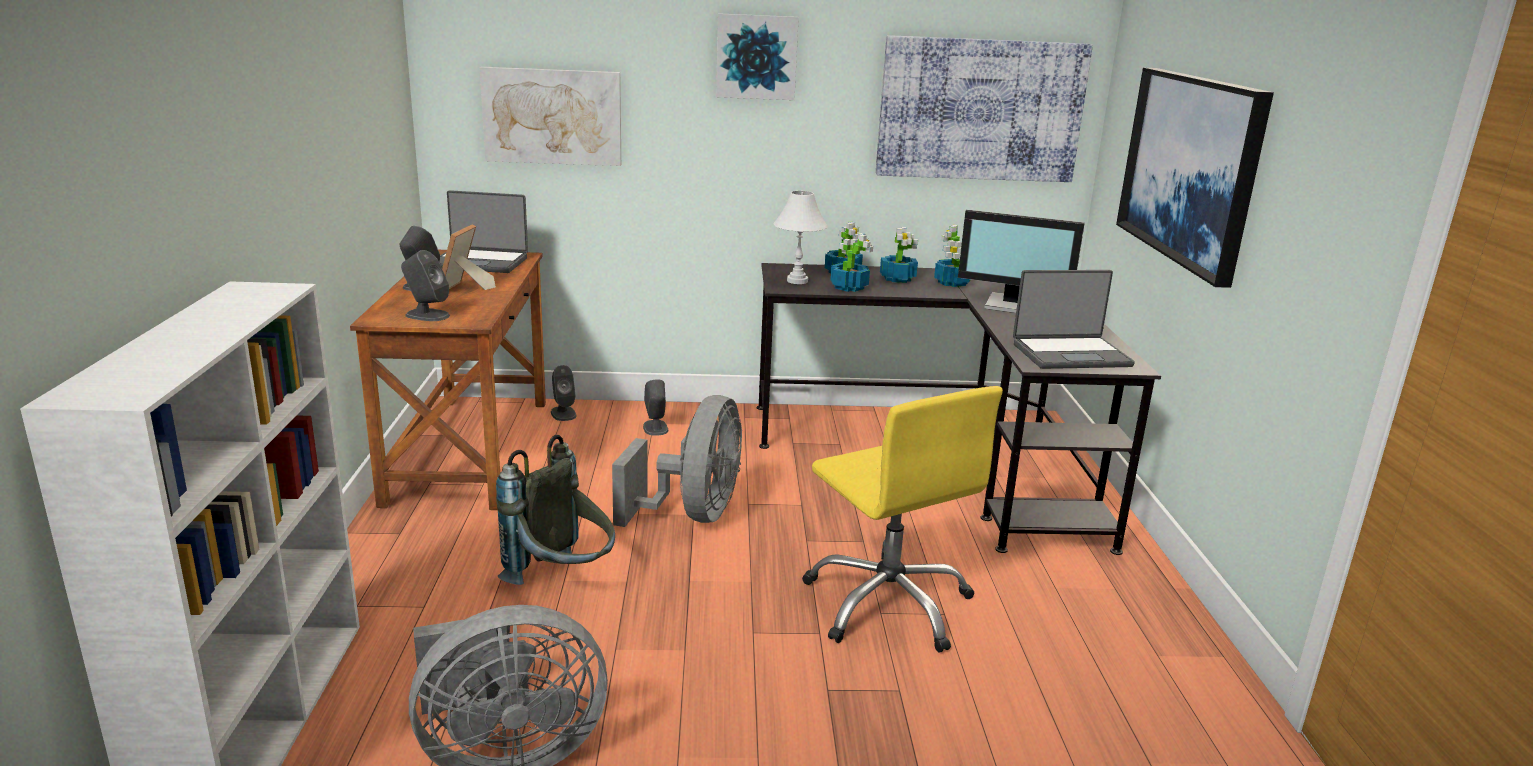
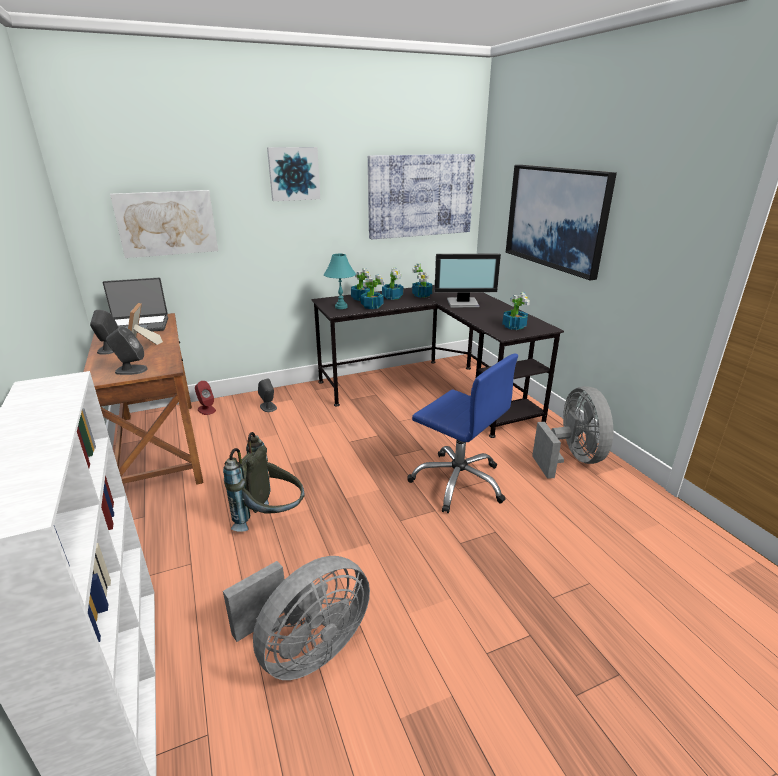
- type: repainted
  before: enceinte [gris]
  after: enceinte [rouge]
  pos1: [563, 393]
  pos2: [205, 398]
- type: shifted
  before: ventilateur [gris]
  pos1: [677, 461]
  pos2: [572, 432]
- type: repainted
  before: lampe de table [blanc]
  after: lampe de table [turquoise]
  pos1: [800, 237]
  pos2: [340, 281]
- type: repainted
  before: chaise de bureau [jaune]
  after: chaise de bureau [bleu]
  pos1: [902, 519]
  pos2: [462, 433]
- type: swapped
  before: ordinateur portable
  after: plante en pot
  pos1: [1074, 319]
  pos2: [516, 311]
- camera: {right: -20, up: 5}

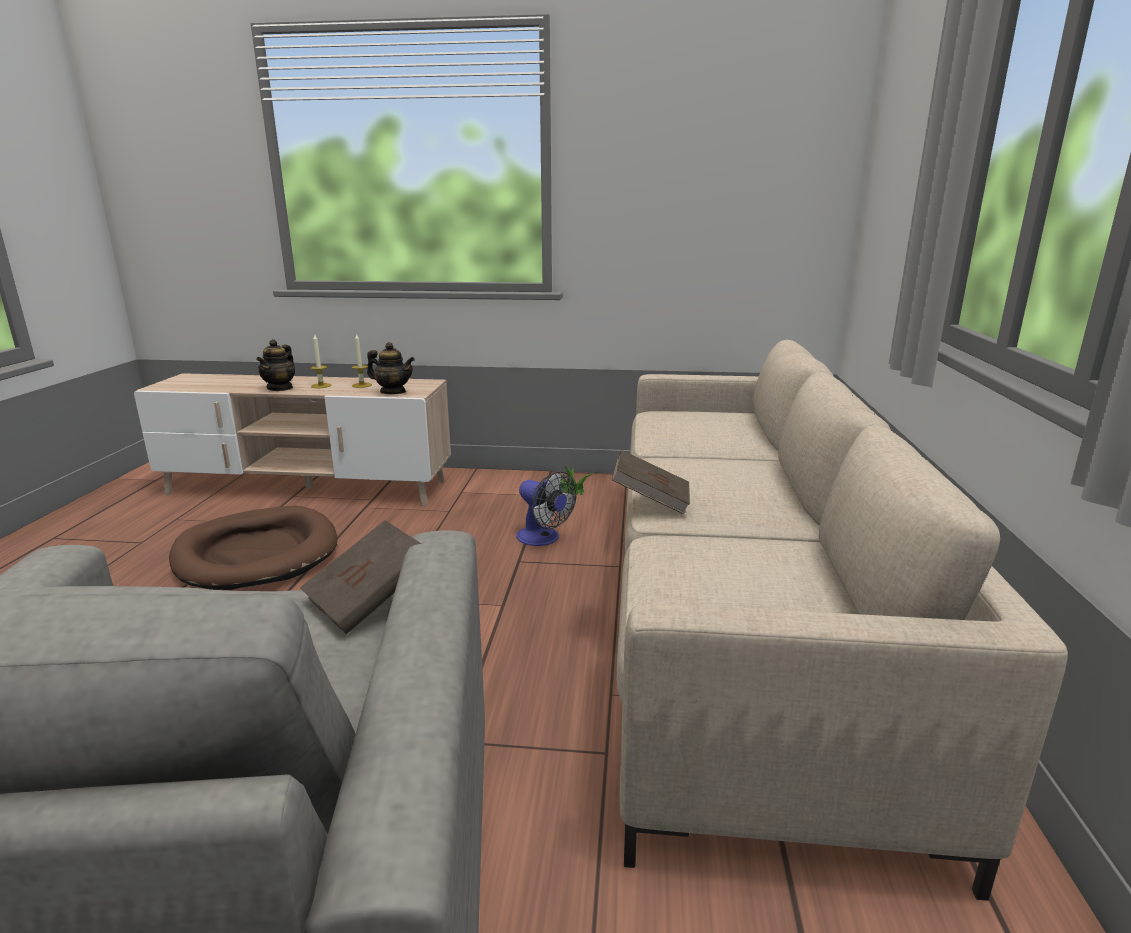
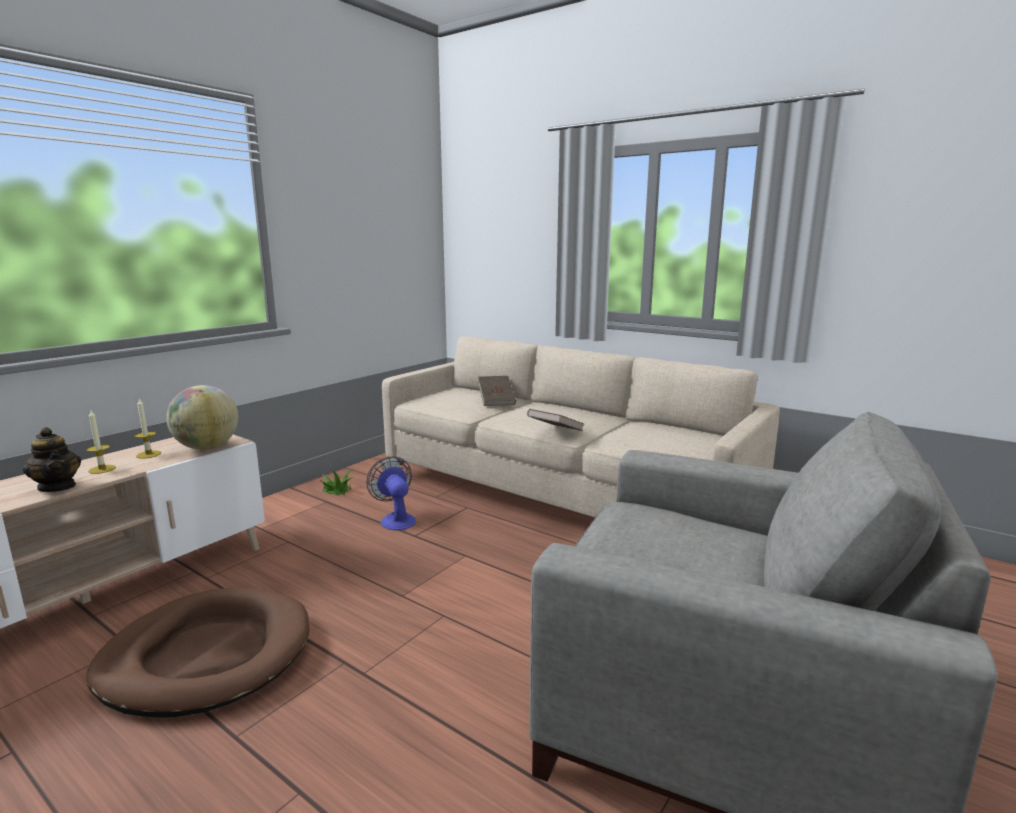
- type: shifted
  before: livre [marron]
  pos1: [360, 577]
  pos2: [497, 391]
- type: swapped
  before: théière
  after: globe
  pos1: [391, 368]
  pos2: [202, 417]
- type: rotated
  before: ventilateur
  pos1: [546, 508]
  pos2: [391, 493]
  turn: -105
- camera: {right: -60, up: -5}

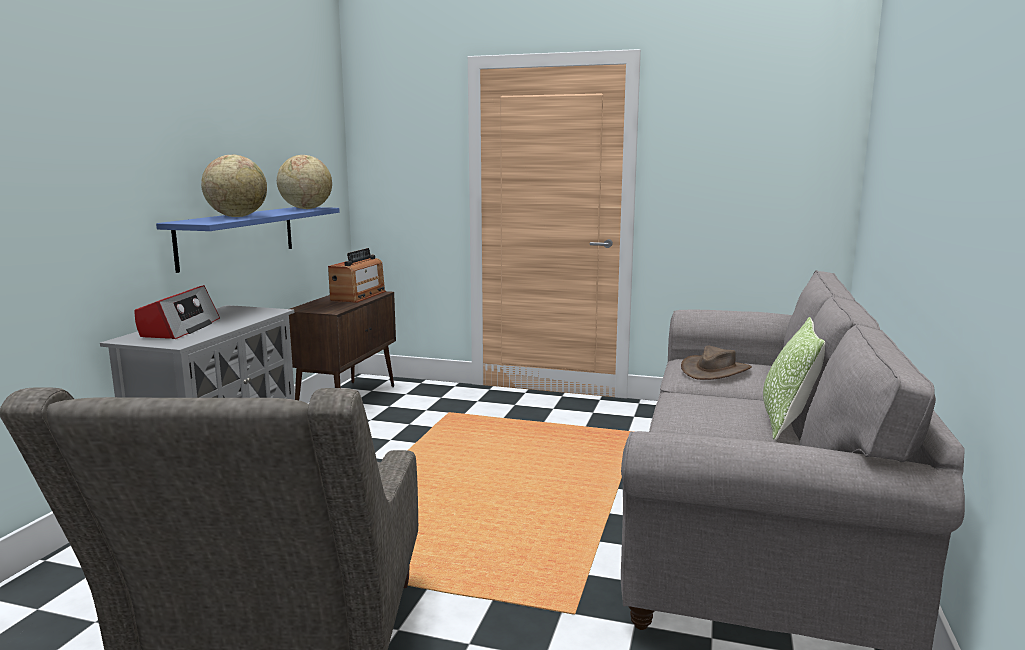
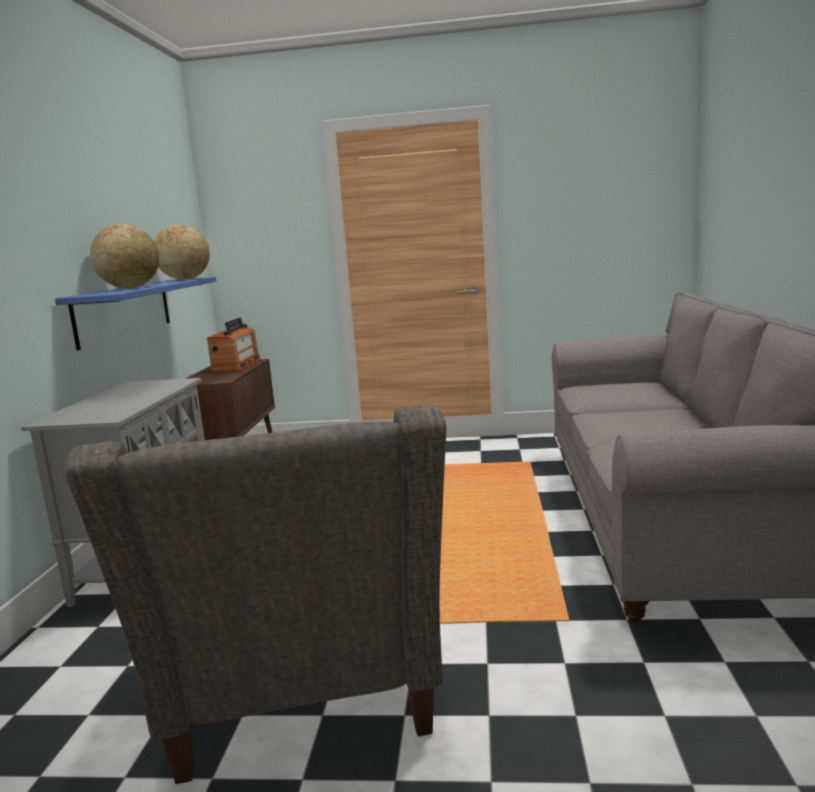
- type: gone
  before: radio
  pos1: [177, 312]
- type: gone
  before: chapeau [marron]
  pos1: [716, 363]
- type: gone
  before: coussin
  pos1: [794, 379]
- camera: {right: -10, up: 0}

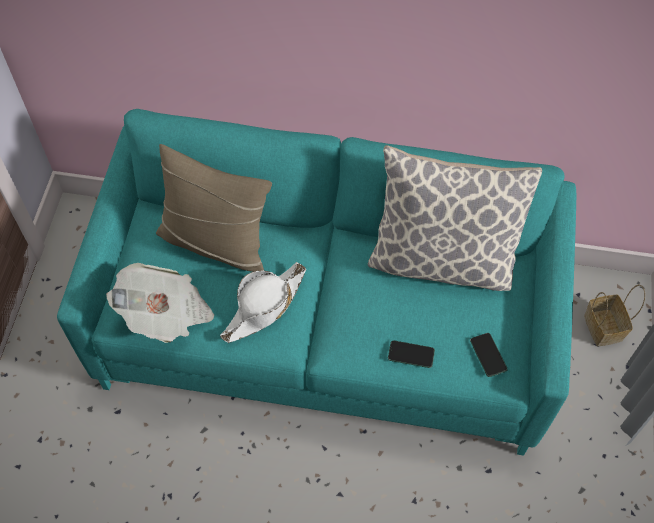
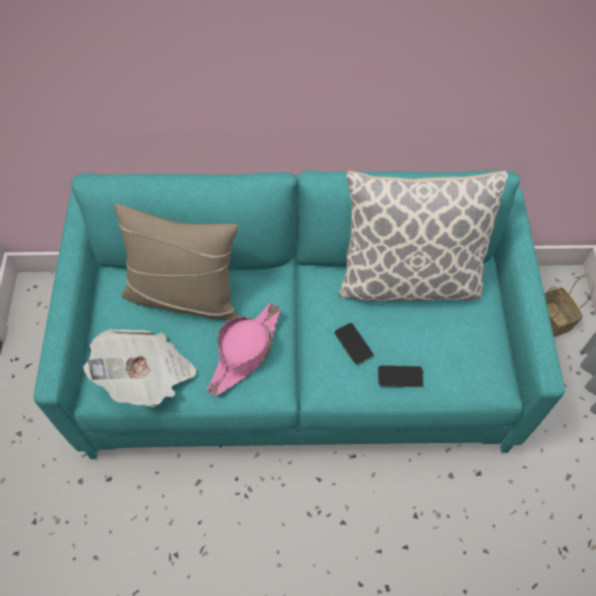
- type: repainted
  before: chapeau [blanc]
  after: chapeau [rose]
  pos1: [263, 302]
  pos2: [244, 349]
- type: shifted
  before: téléphone
  pos1: [489, 355]
  pos2: [354, 344]
- camera: {right: -10, up: 0}

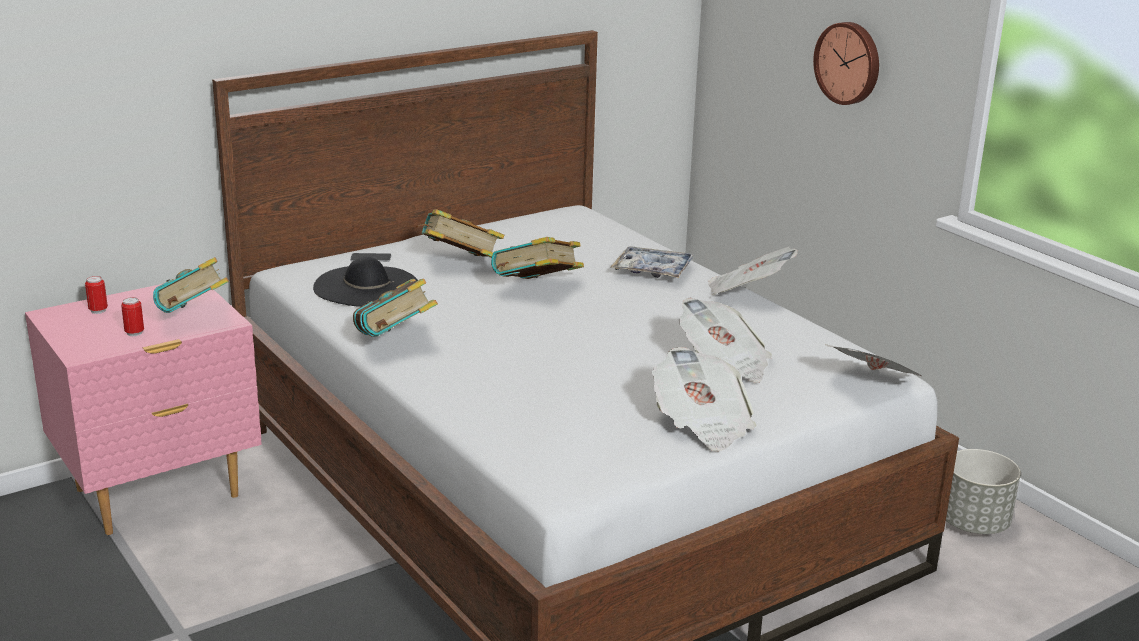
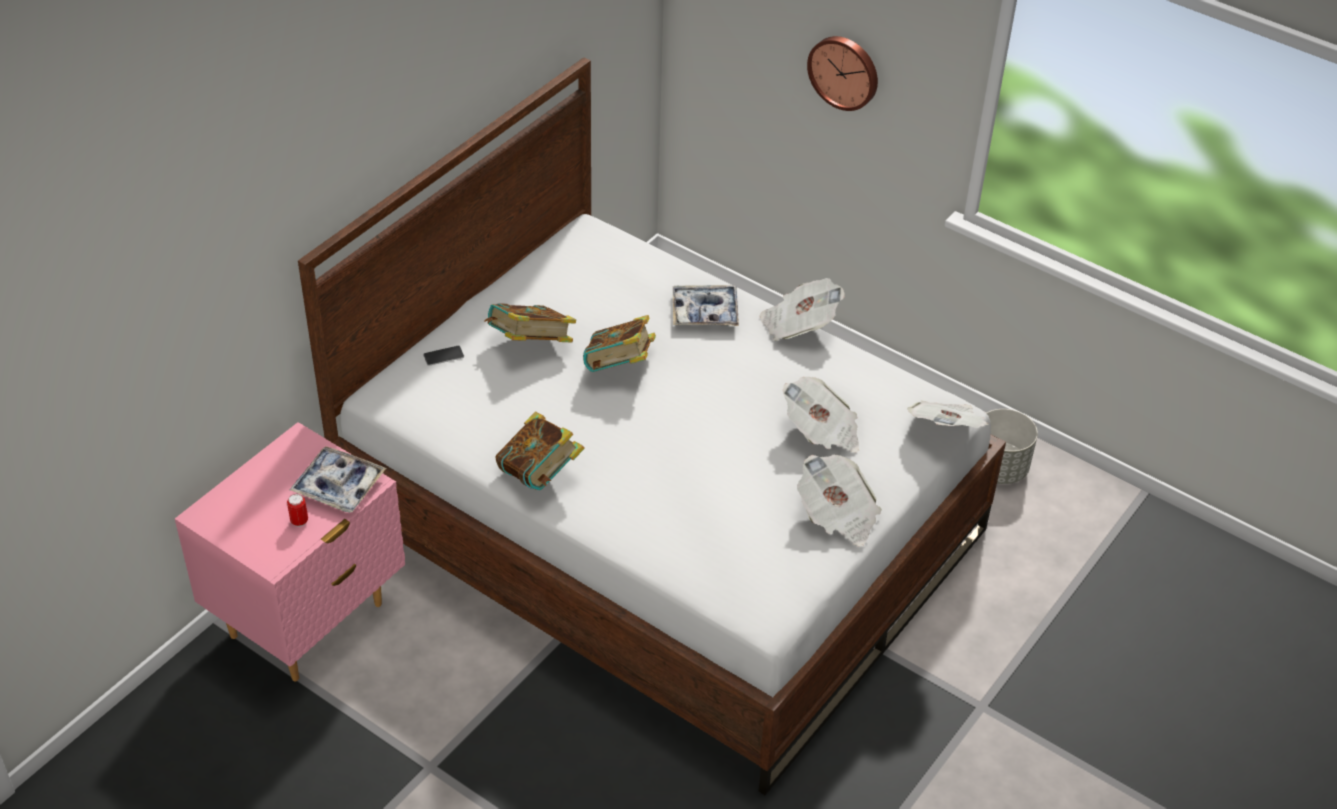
- type: gone
  before: boîte métallique
  pos1: [96, 295]
- type: swapped
  before: livre
  after: plateau
  pos1: [191, 285]
  pos2: [338, 479]
- type: gone
  before: chapeau [noir]
  pos1: [365, 282]
- camera: {right: -20, up: 20}

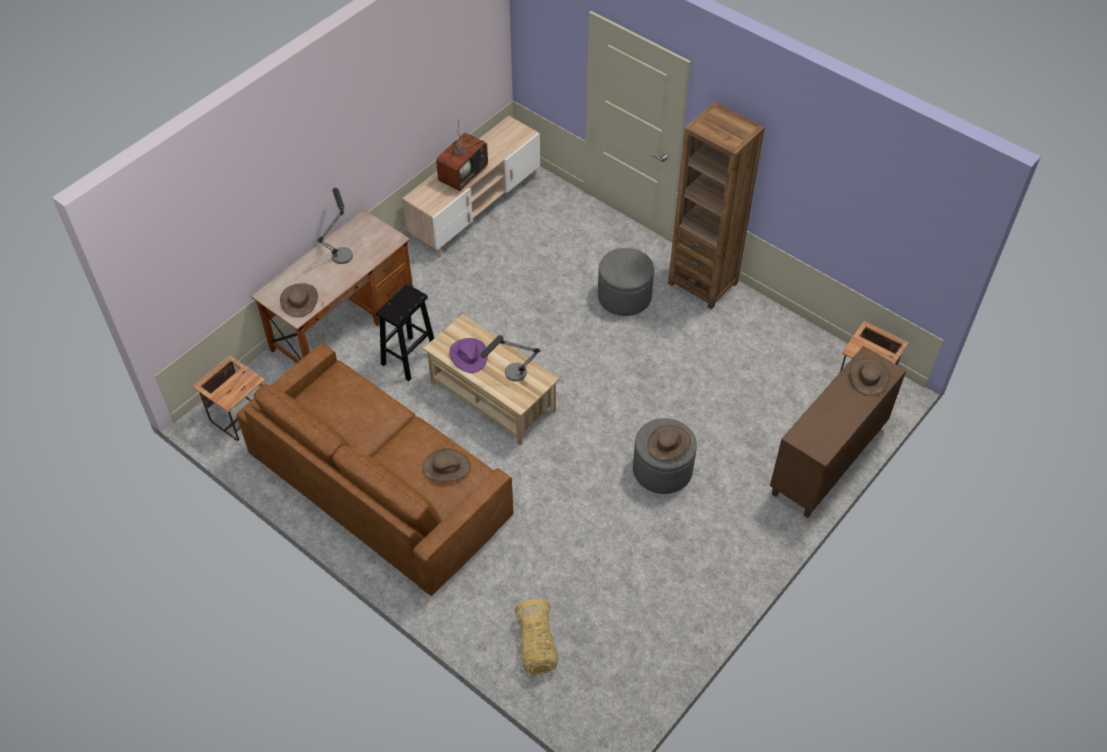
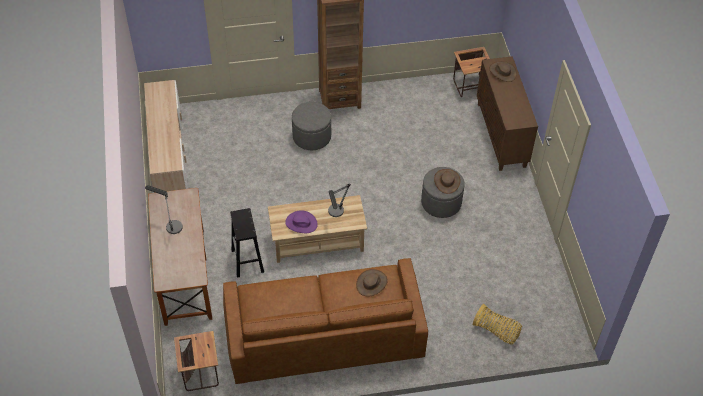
- type: gone
  before: chapeau [marron]
  pos1: [299, 300]
- type: gone
  before: téléviseur
  pos1: [462, 155]
- camera: {right: -50, up: 0}

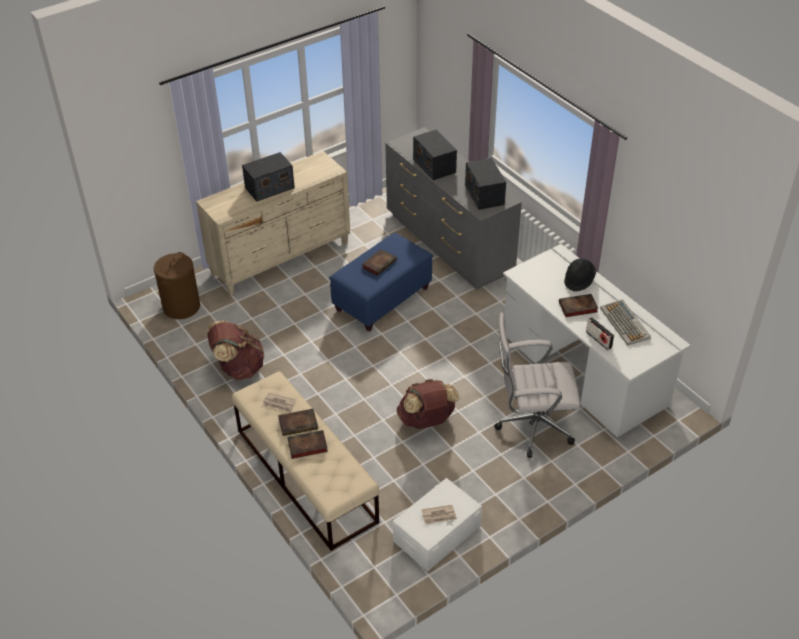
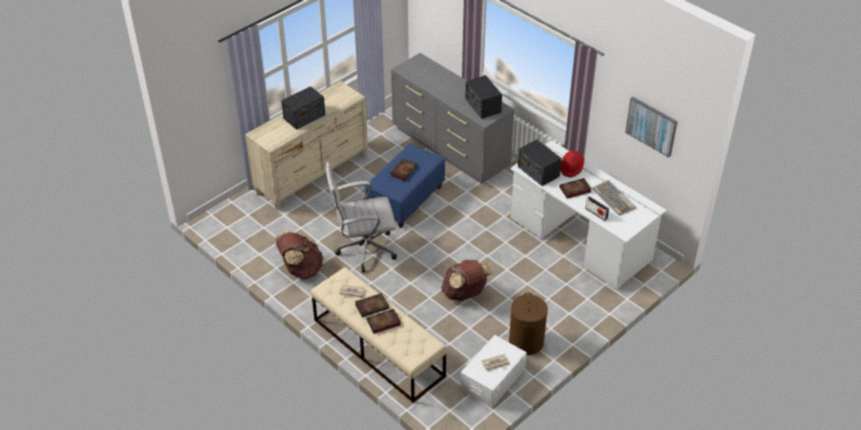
- type: shifted
  before: panier à linge [marron]
  pos1: [177, 285]
  pos2: [528, 324]
- type: shifted
  before: radio
  pos1: [435, 155]
  pos2: [540, 162]
- type: shifted
  before: chaise de bureau [blanc]
  pos1: [537, 385]
  pos2: [361, 217]
- type: repainted
  before: chapeau [noir]
  after: chapeau [rouge]
  pos1: [580, 275]
  pos2: [572, 164]
- type: new
  after: tableau
  pos2: [651, 127]
- camera: {right: -10, up: 0}

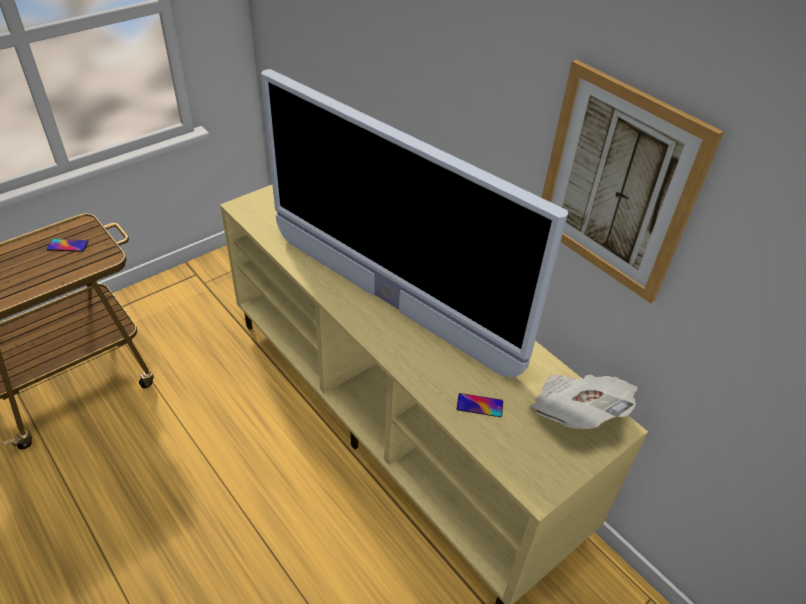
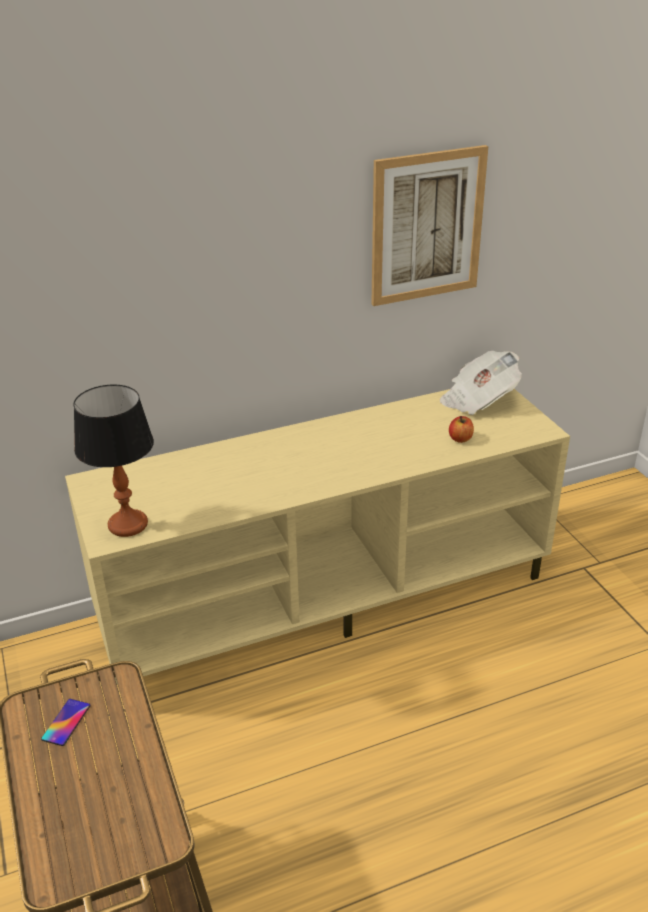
- type: gone
  before: téléviseur
  pos1: [414, 223]
- type: swapped
  before: téléphone
  after: pomme
  pos1: [480, 405]
  pos2: [461, 429]
- type: new
  after: lampe de table
  pos2: [113, 461]
- camera: {right: -70, up: -10}

